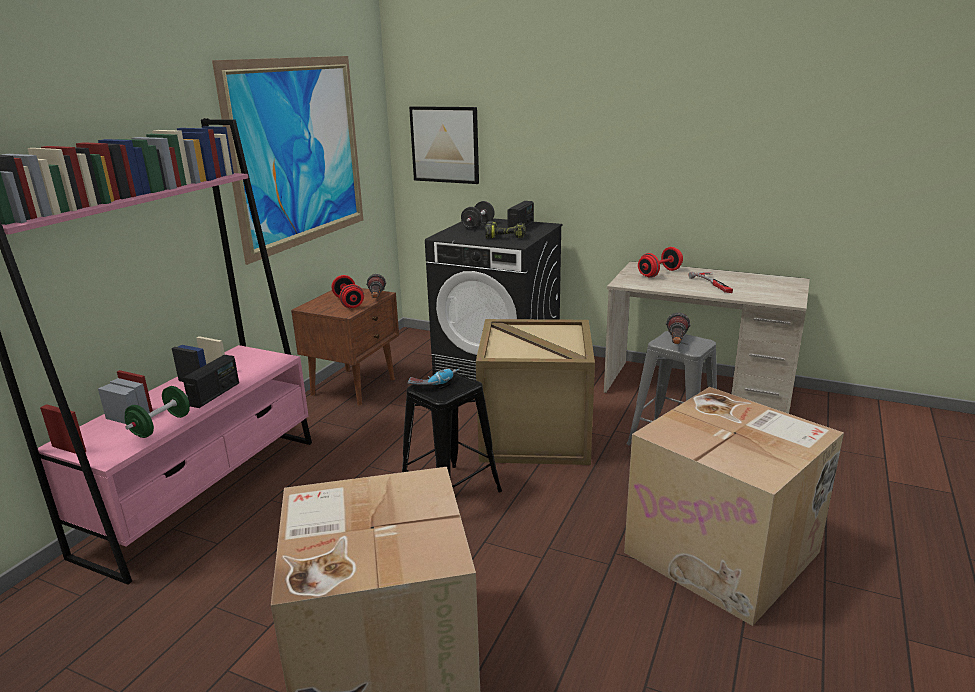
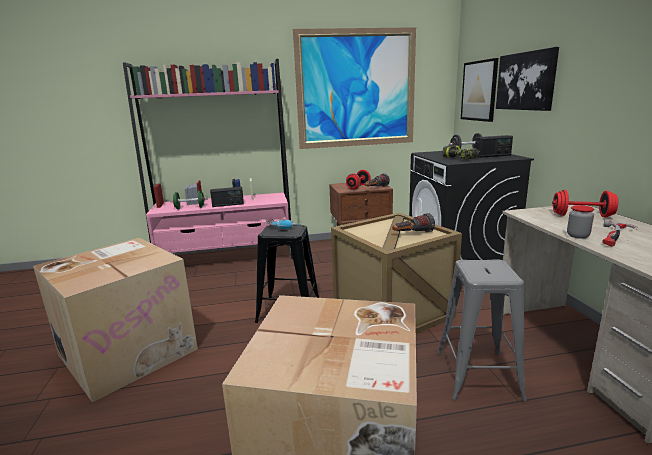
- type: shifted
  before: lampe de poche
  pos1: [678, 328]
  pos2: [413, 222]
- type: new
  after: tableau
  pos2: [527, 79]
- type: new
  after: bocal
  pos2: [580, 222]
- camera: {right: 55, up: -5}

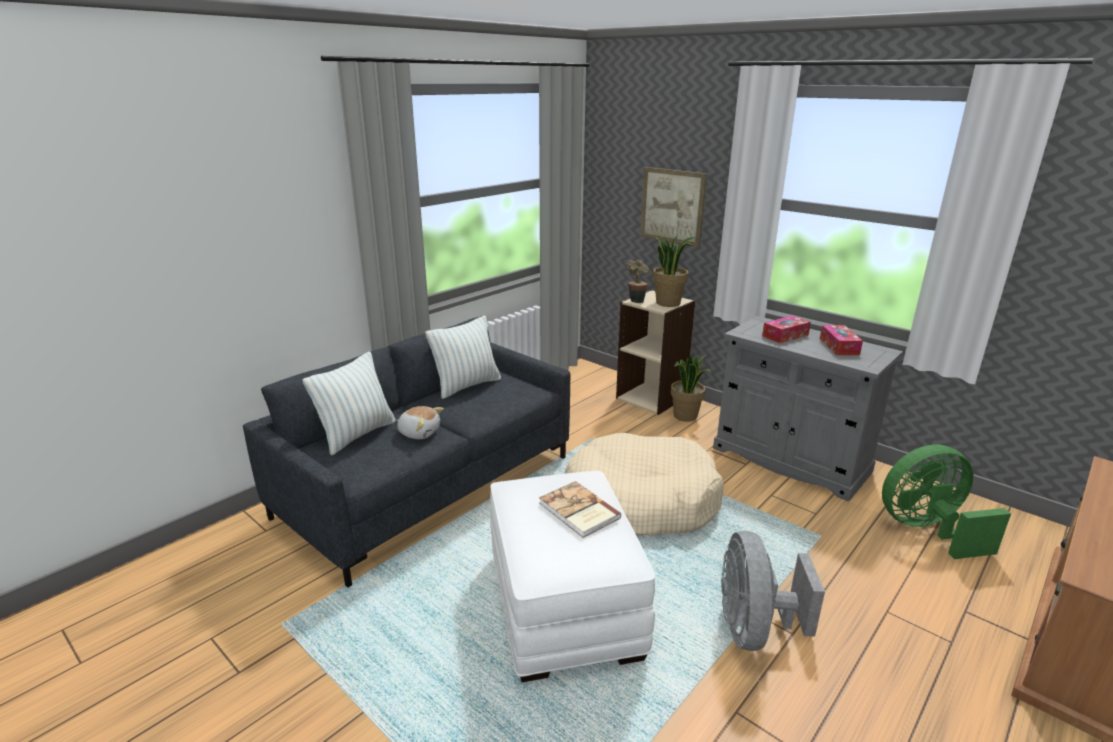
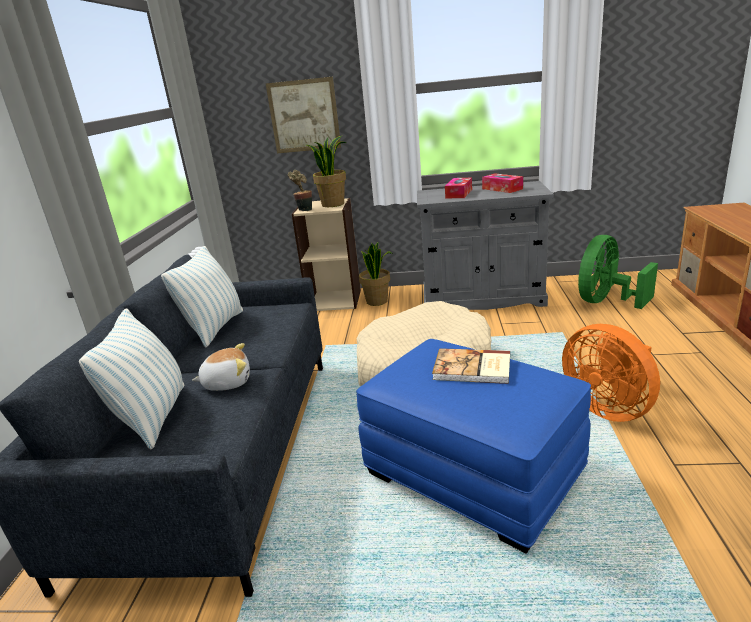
- type: repainted
  before: pouf [blanc]
  after: pouf [bleu]
  pos1: [572, 576]
  pos2: [473, 446]
- type: repainted
  before: ventilateur [gris]
  after: ventilateur [orange]
  pos1: [773, 591]
  pos2: [611, 373]
- camera: {right: -35, up: 0}

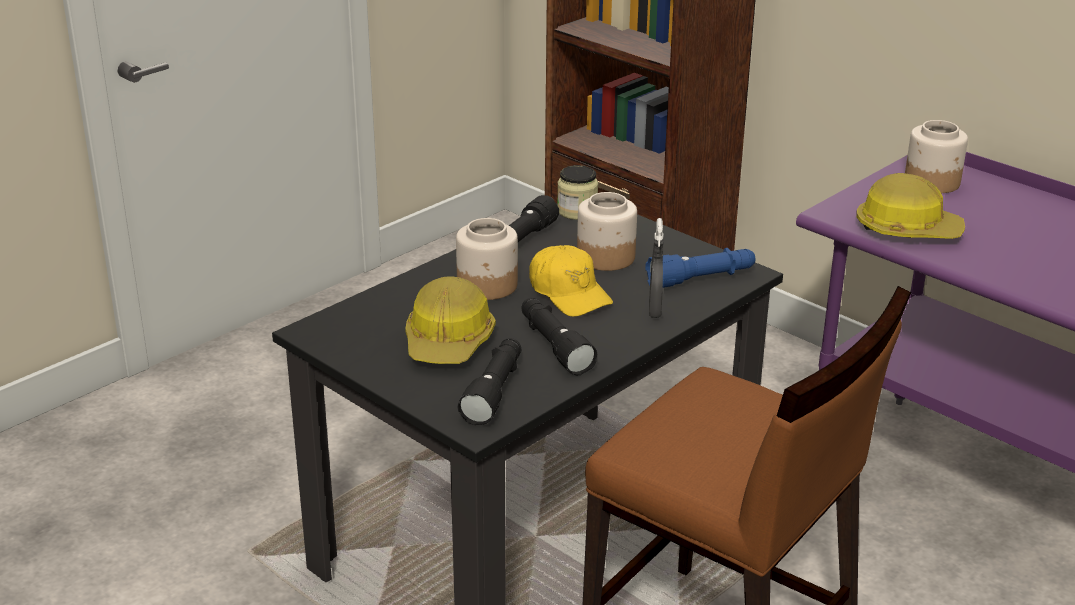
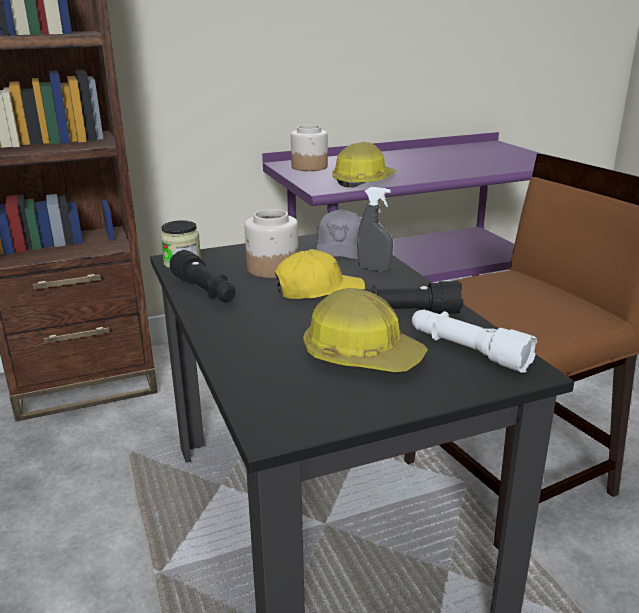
- type: gone
  before: bocal
  pos1: [487, 259]
- type: repainted
  before: lampe de poche [noir]
  after: lampe de poche [blanc]
  pos1: [489, 381]
  pos2: [474, 341]
- type: swapped
  before: lampe de poche [bleu]
  after: casquette [gris]
  pos1: [700, 268]
  pos2: [338, 234]
- camera: {right: -65, up: -5}

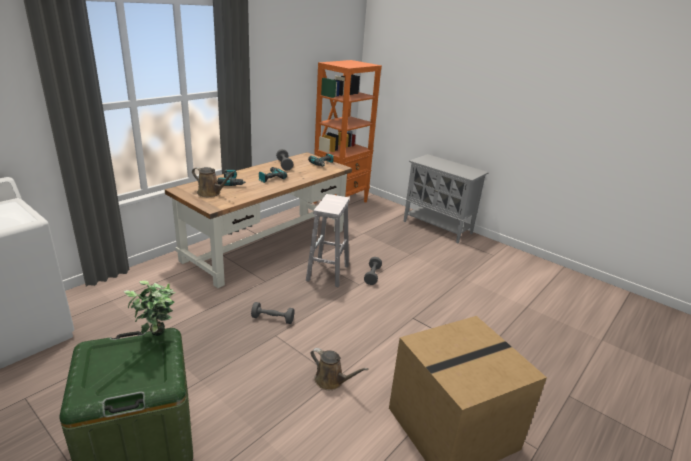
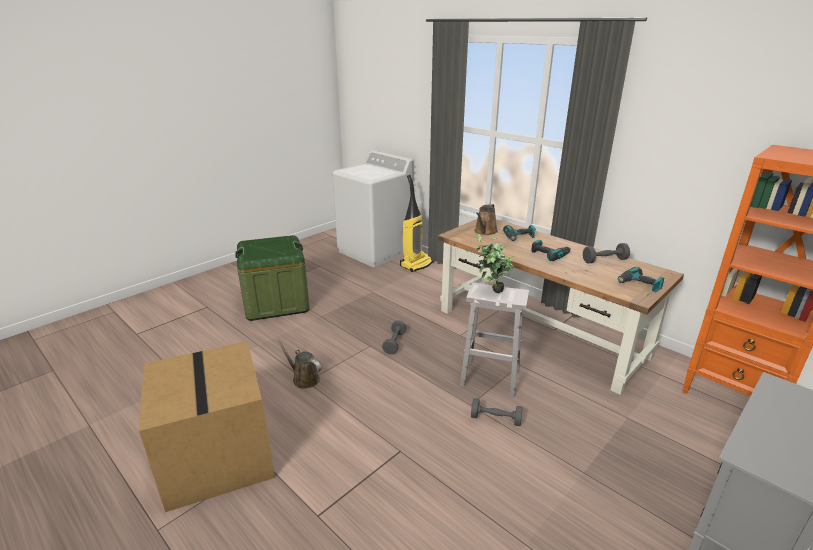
- type: shifted
  before: plante en pot
  pos1: [150, 308]
  pos2: [495, 263]
- type: rotated
  before: arrosoir [marron]
  pos1: [339, 369]
  pos2: [298, 363]
  turn: 90
- type: new
  after: aspirateur
  pos2: [417, 223]
- camera: {right: 95, up: 0}

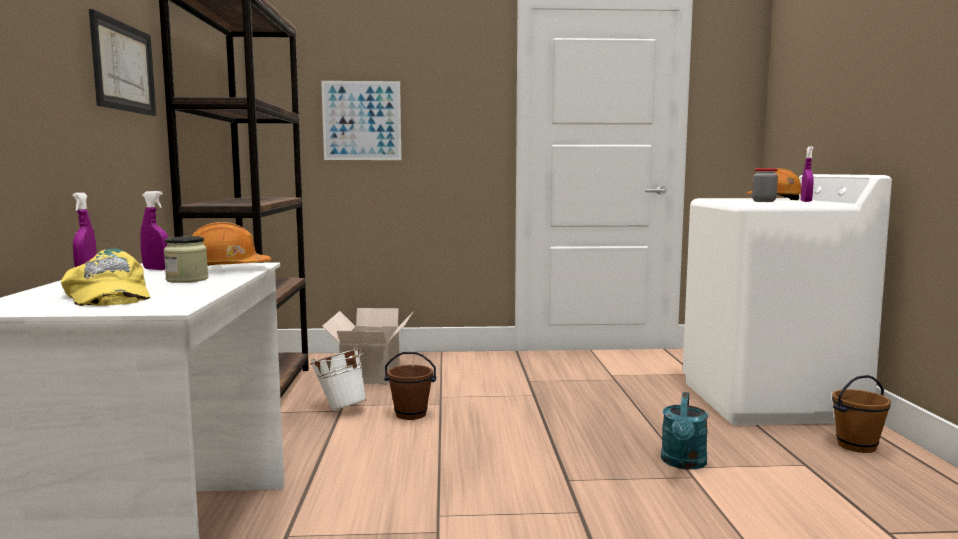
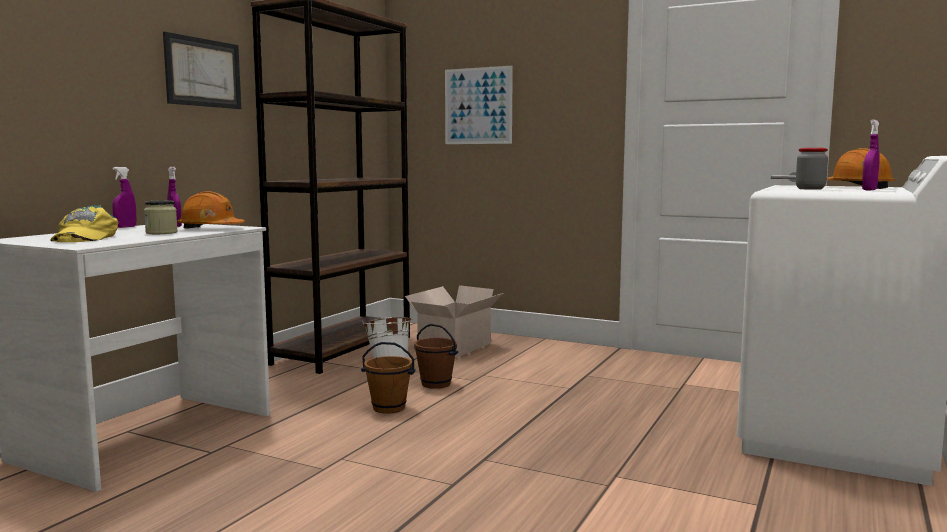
- type: gone
  before: arrosoir [turquoise]
  pos1: [684, 431]
- type: shifted
  before: seau [marron]
  pos1: [861, 414]
  pos2: [388, 378]
- camera: {right: 30, up: 0}

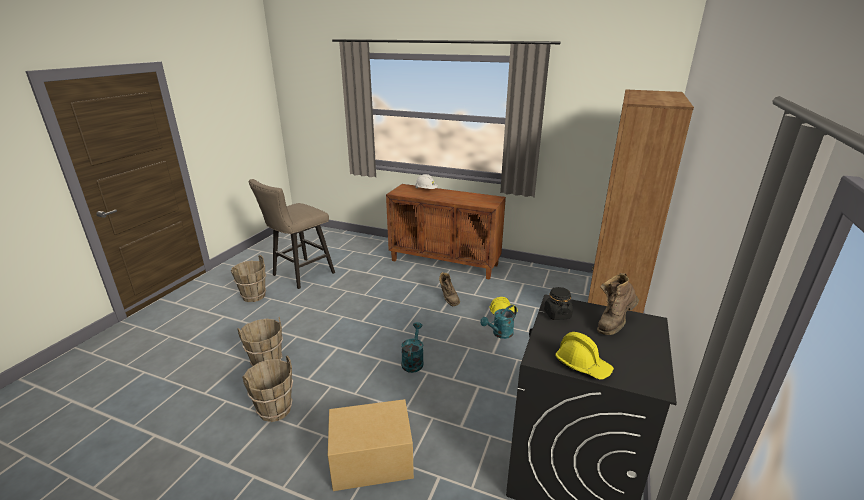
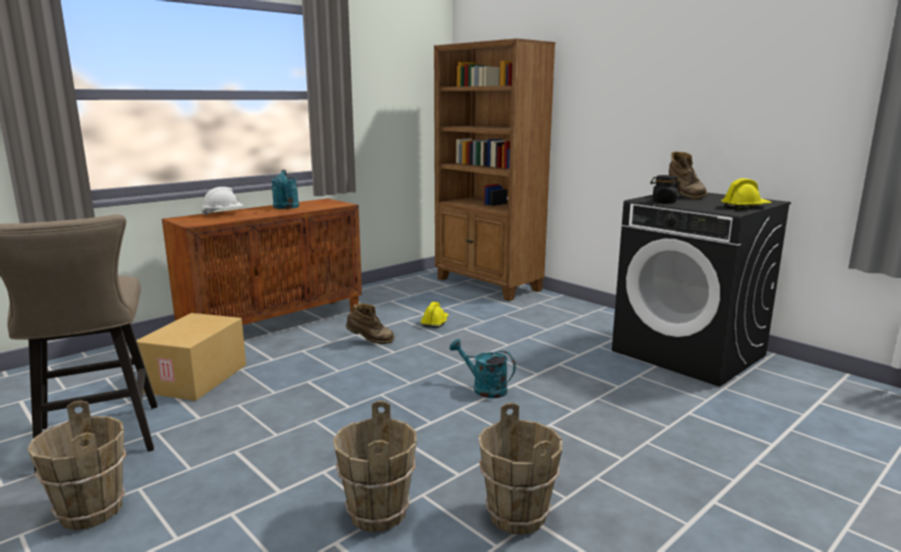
- type: shifted
  before: carton
  pos1: [371, 445]
  pos2: [191, 357]
- type: shifted
  before: arrosoir [turquoise]
  pos1: [498, 322]
  pos2: [285, 189]
- camera: {right: -65, up: -10}

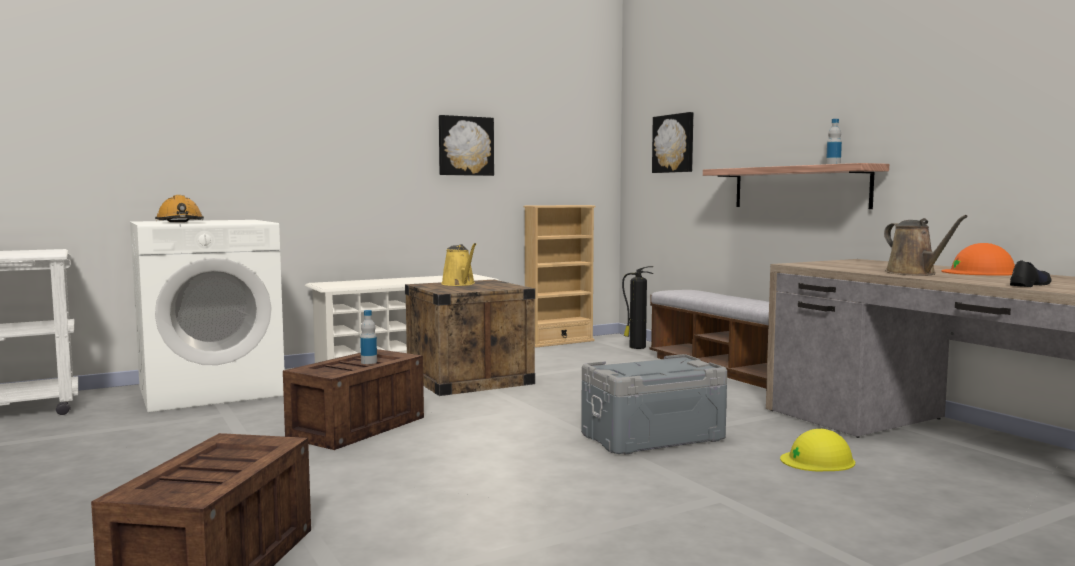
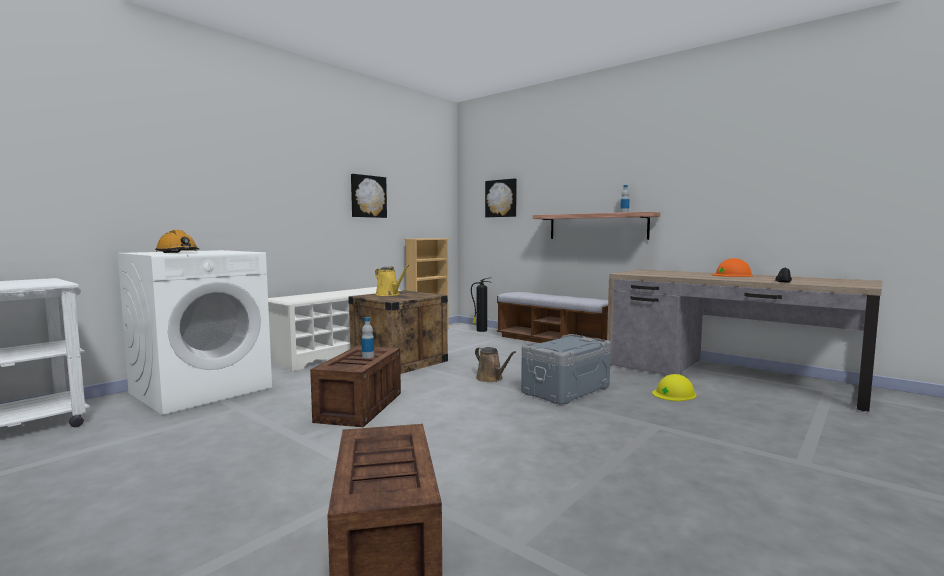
- type: shifted
  before: arrosoir [marron]
  pos1: [926, 245]
  pos2: [495, 364]
- camera: {right: -20, up: 0}

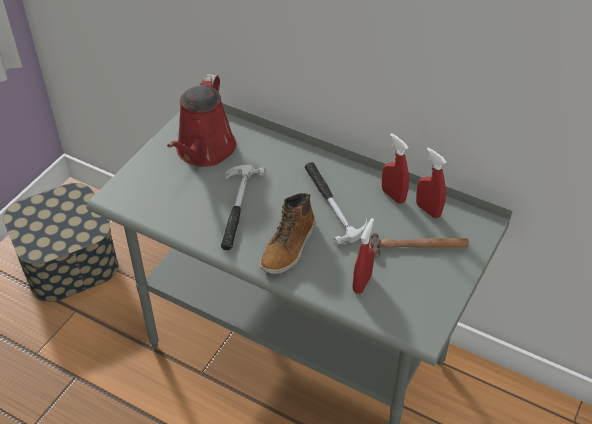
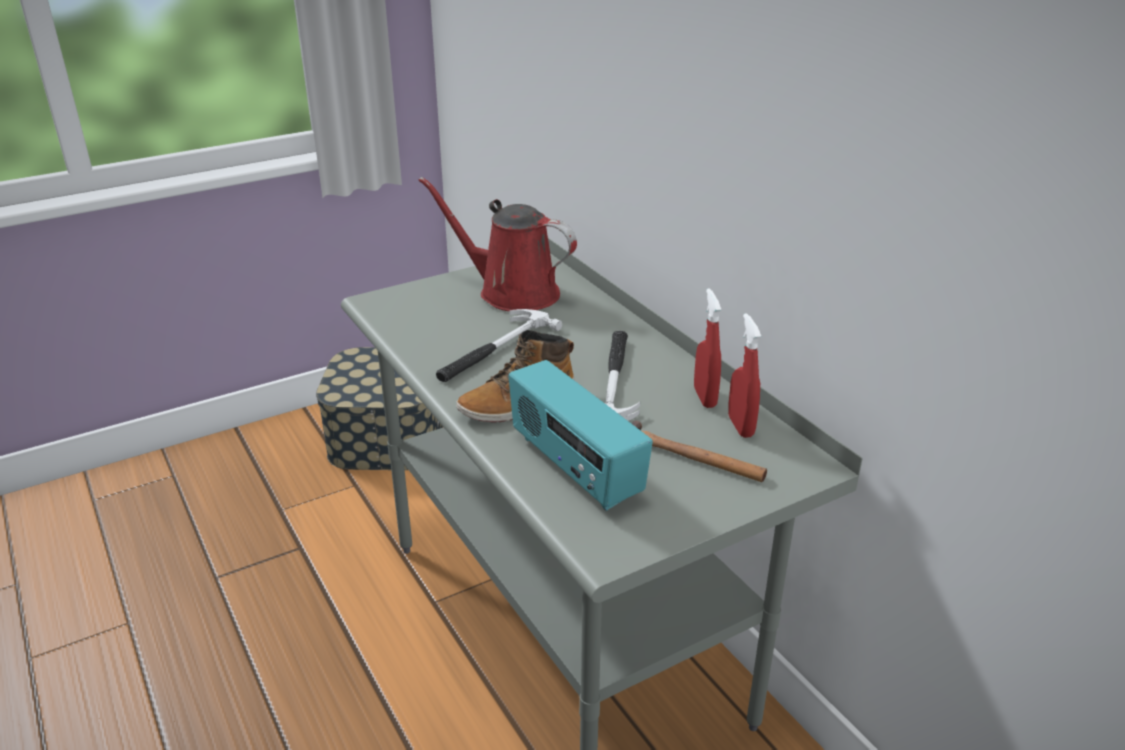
- type: rotated
  before: arrosoir [rouge]
  pos1: [201, 120]
  pos2: [498, 244]
  turn: 75
- type: swapped
  before: vaporisateur [rouge]
  after: radio
  pos1: [363, 256]
  pos2: [580, 435]
- camera: {right: 30, up: -15}

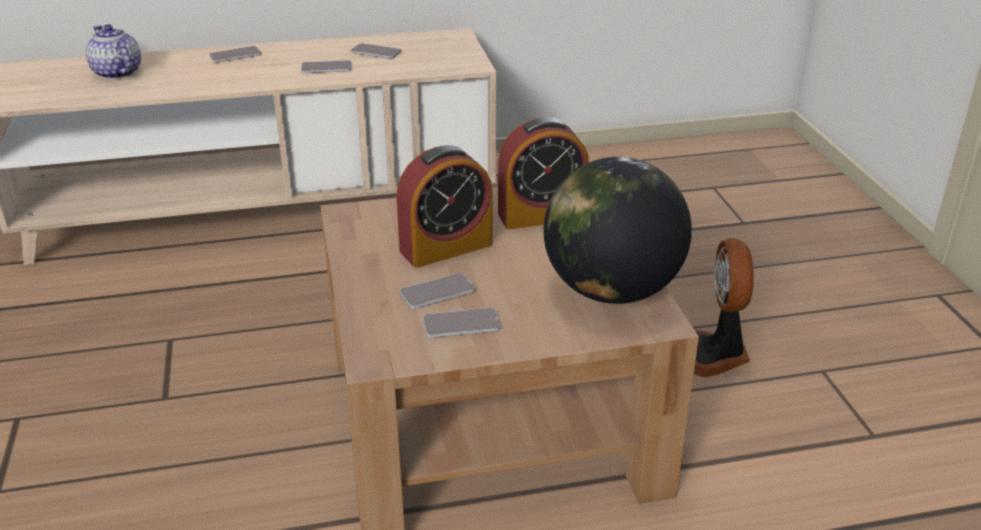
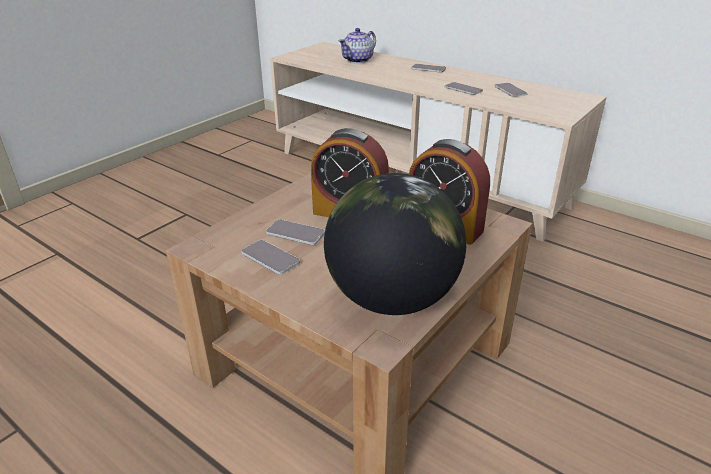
- type: rotated
  before: théière
  pos1: [113, 52]
  pos2: [357, 45]
  turn: -150
- type: gone
  before: ventilateur
  pos1: [724, 307]
- camera: {right: 50, up: 0}

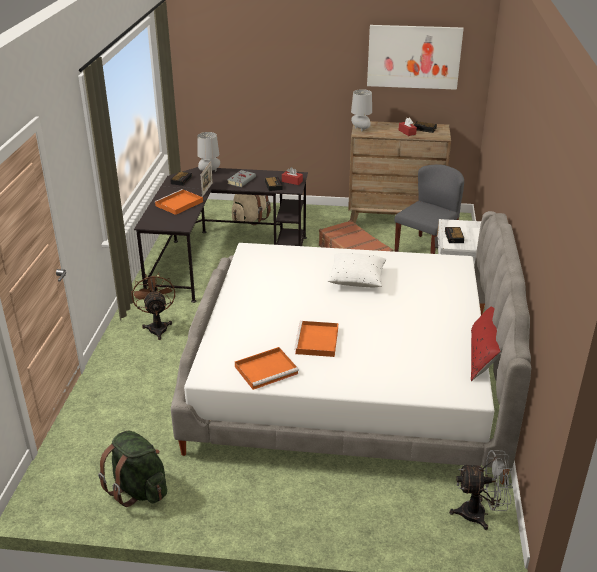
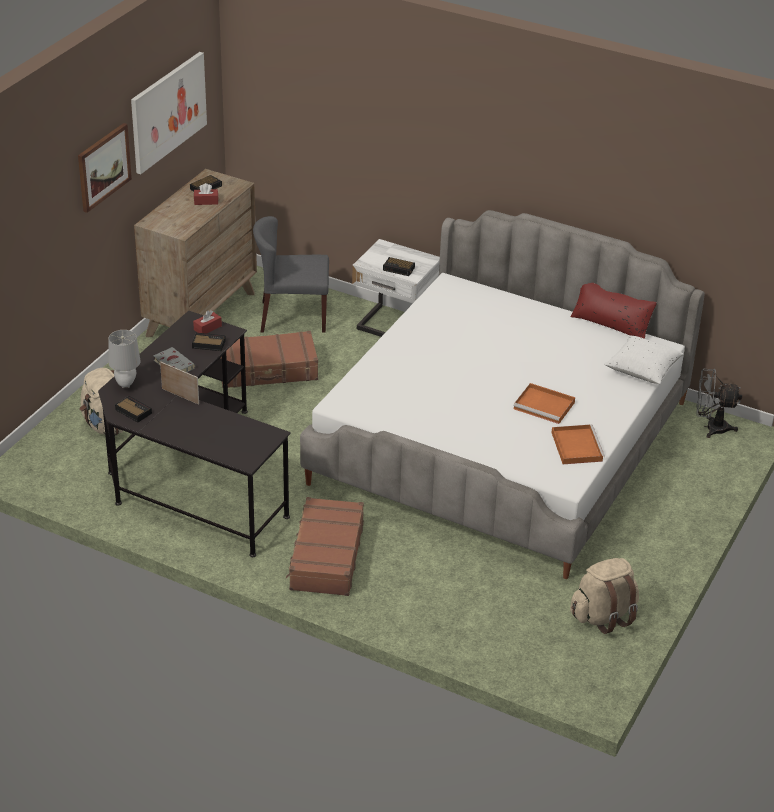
- type: repainted
  before: sac à dos [vert]
  after: sac à dos [beige]
  pos1: [132, 468]
  pos2: [604, 596]
- type: swapped
  before: ventilateur [marron]
  after: valise [marron]
  pos1: [153, 306]
  pos2: [325, 546]
- type: gone
  before: plateau [orange]
  pos1: [178, 202]
- type: shifted
  before: coussin [blanc]
  pos1: [356, 270]
  pos2: [644, 359]
- type: gone
  before: lampe de table [gris]
  pos1: [361, 110]
- type: rotated
  before: chaise [gris]
  pos1: [429, 209]
  pos2: [291, 274]
  turn: -60
- type: rotated
  before: ventilateur [gris]
  pos1: [481, 490]
  pos2: [719, 403]
  turn: -105
- type: new
  after: tableau
  pos2: [105, 168]
- camera: {right: -70, up: 5}

